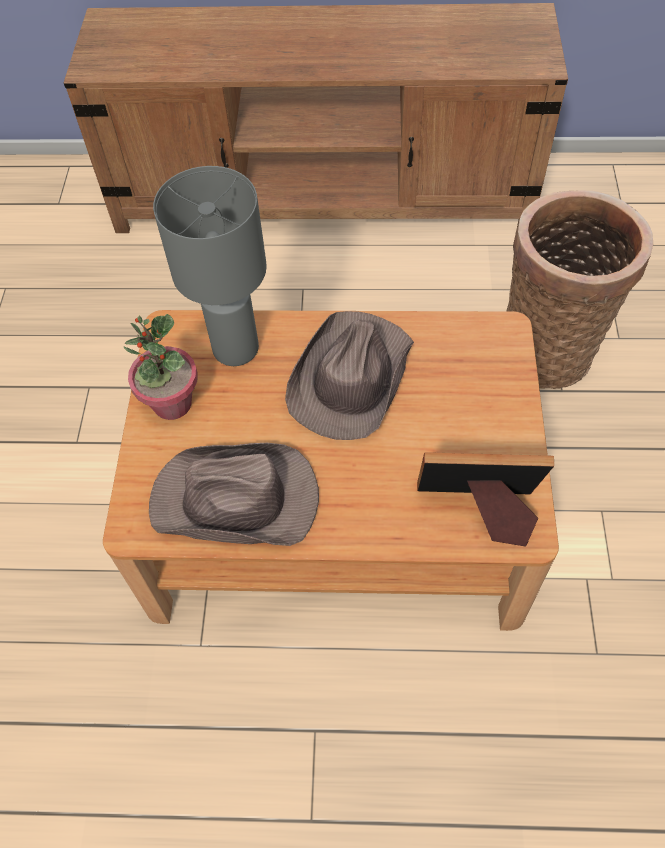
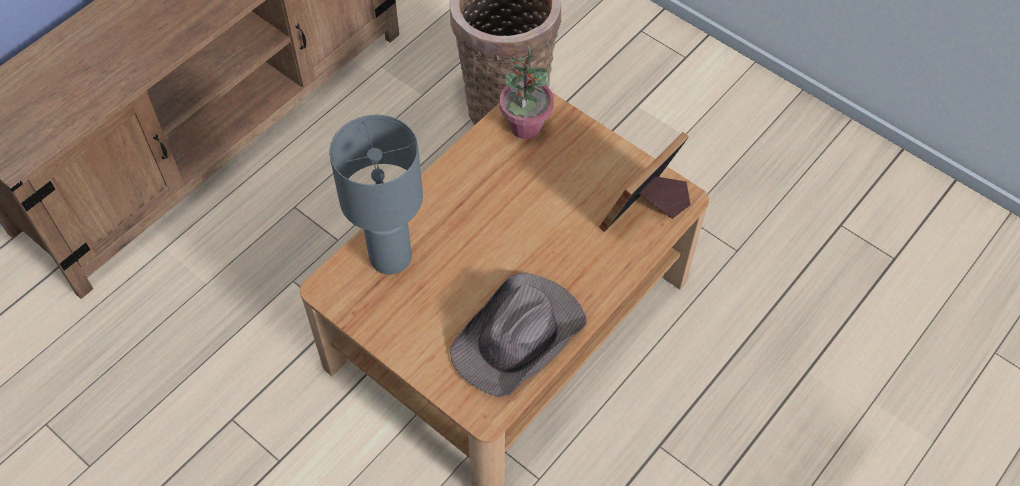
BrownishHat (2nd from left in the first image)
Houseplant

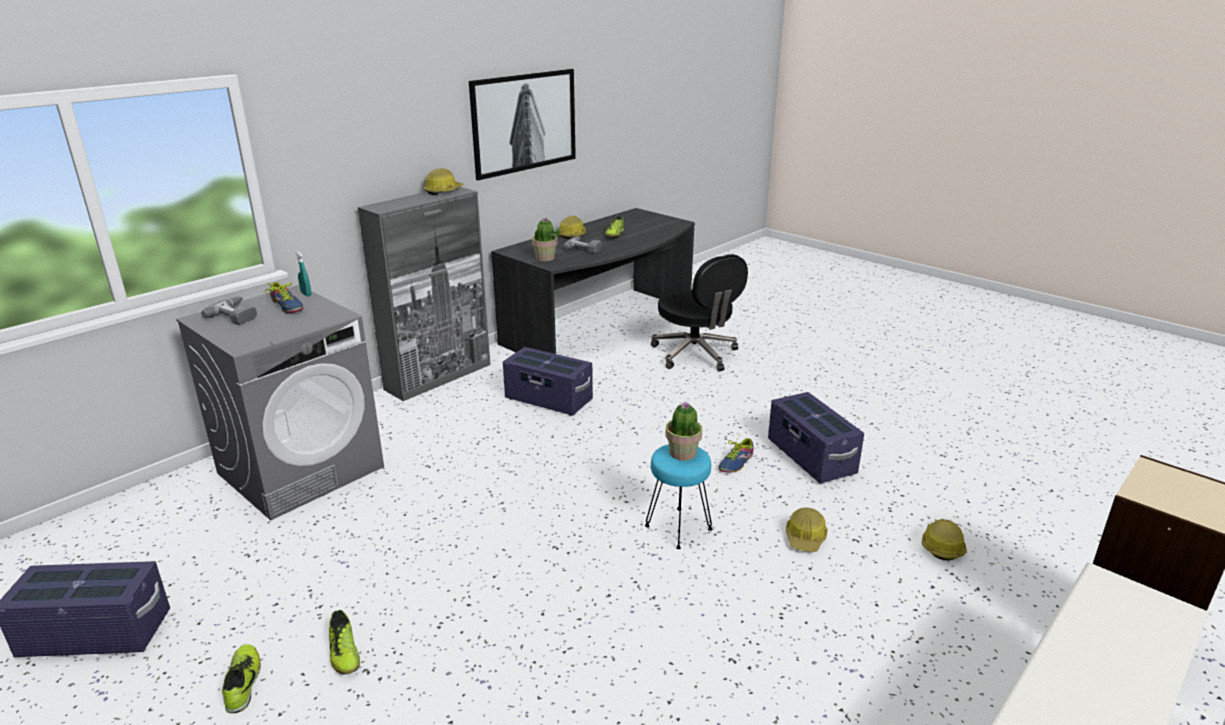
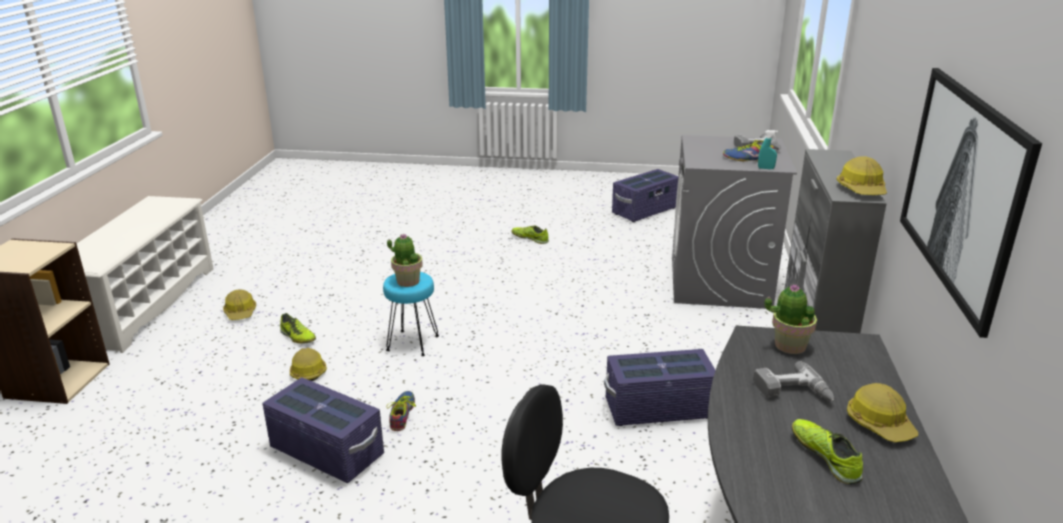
LowShoe (1st from left)
HardHat (1st from left)

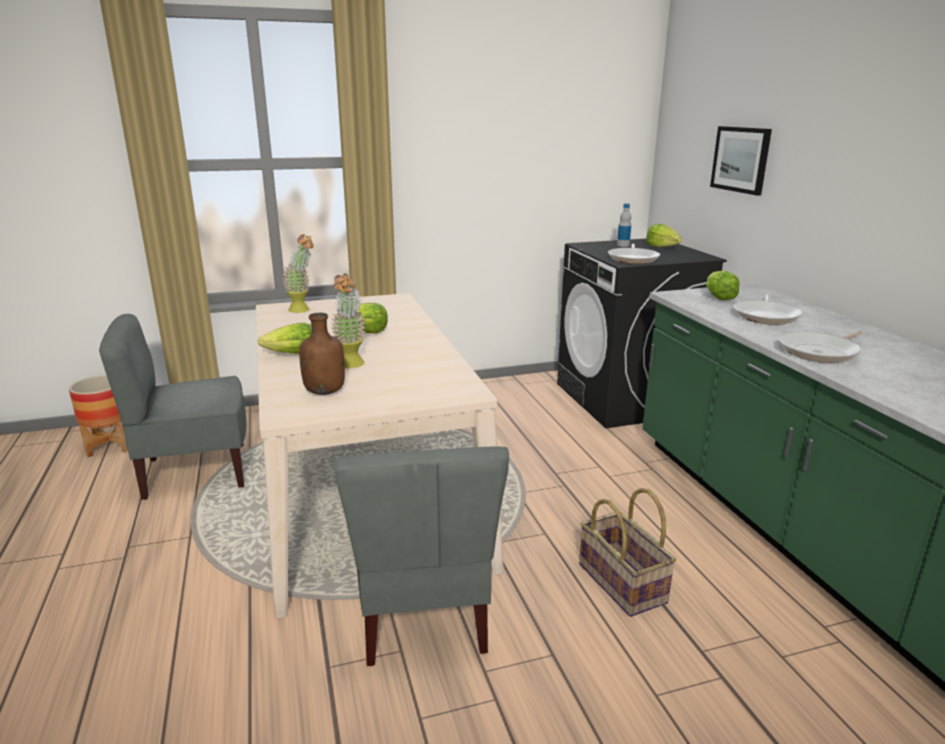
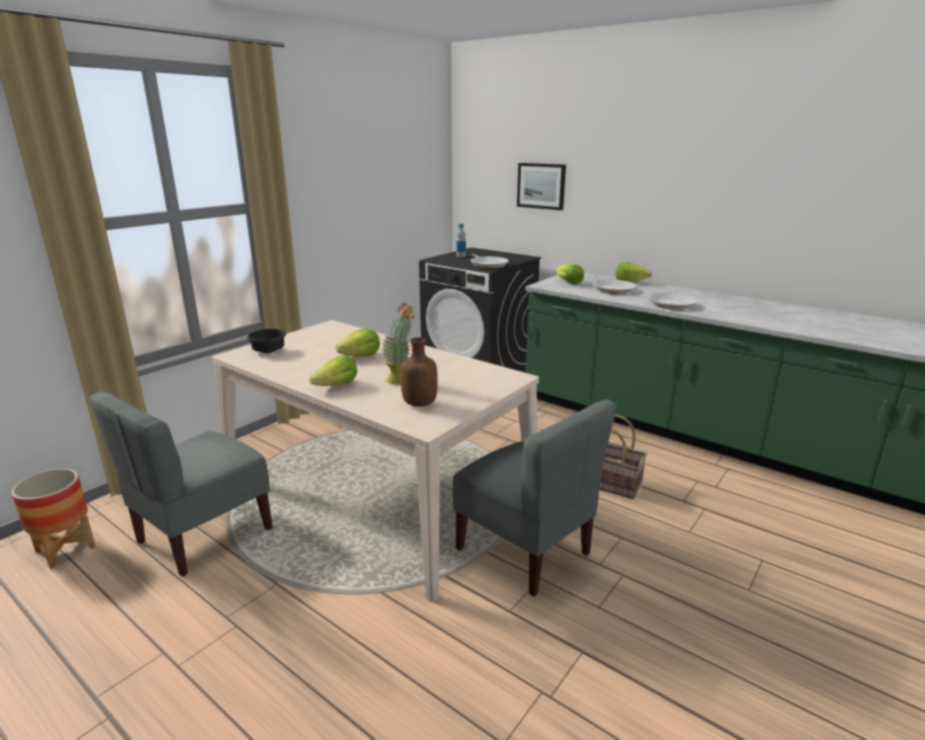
LettuceHead (4th from left)
BlackDeepDish

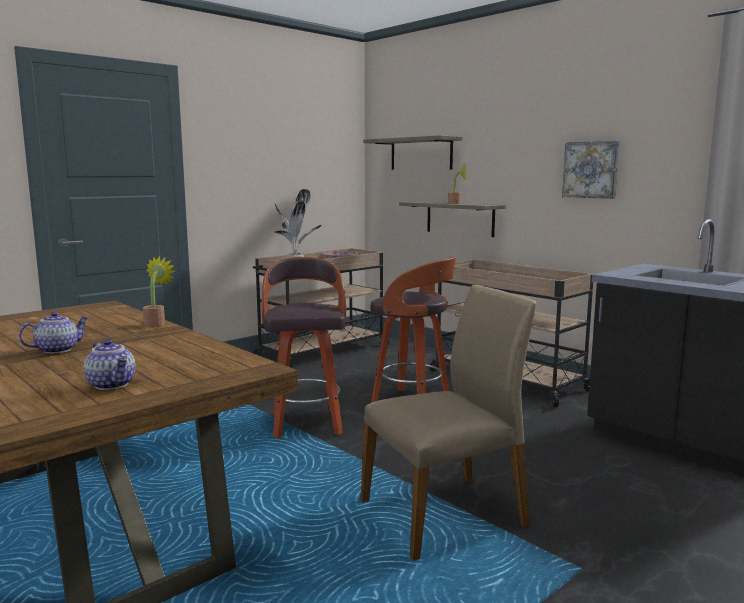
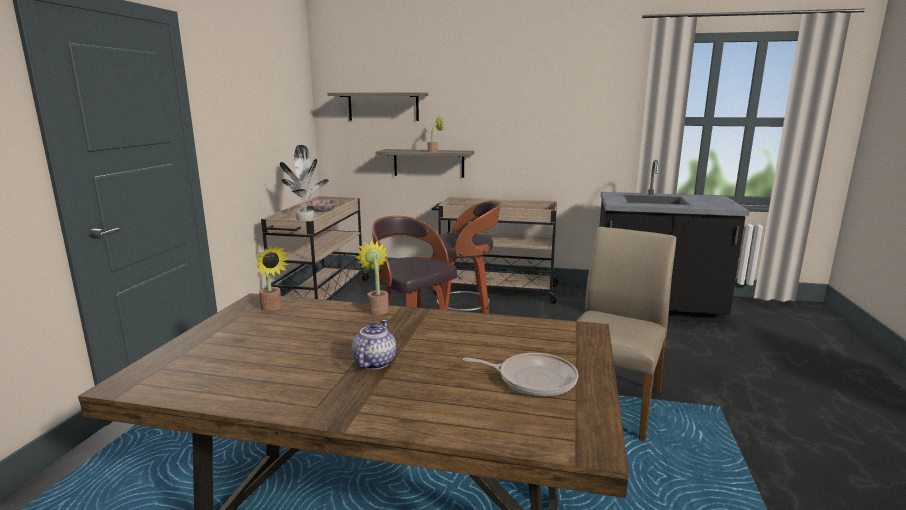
WallPicture
Houseplant (1st from left)
Skillet

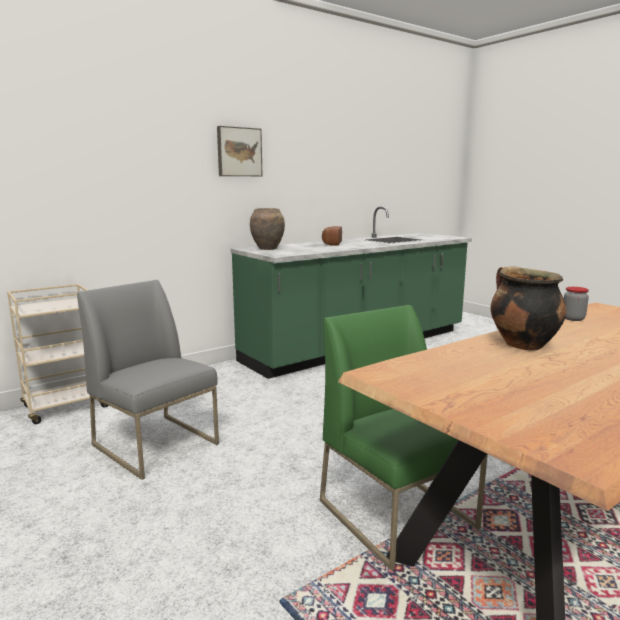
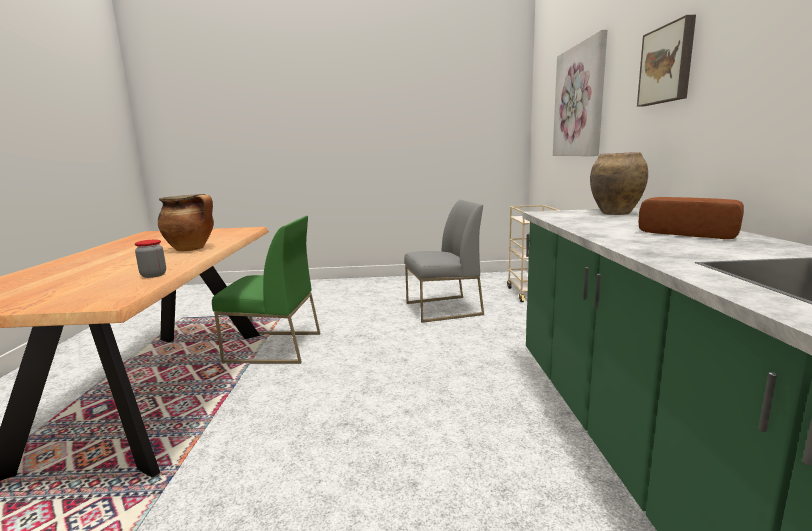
WallPicture (1st from left)

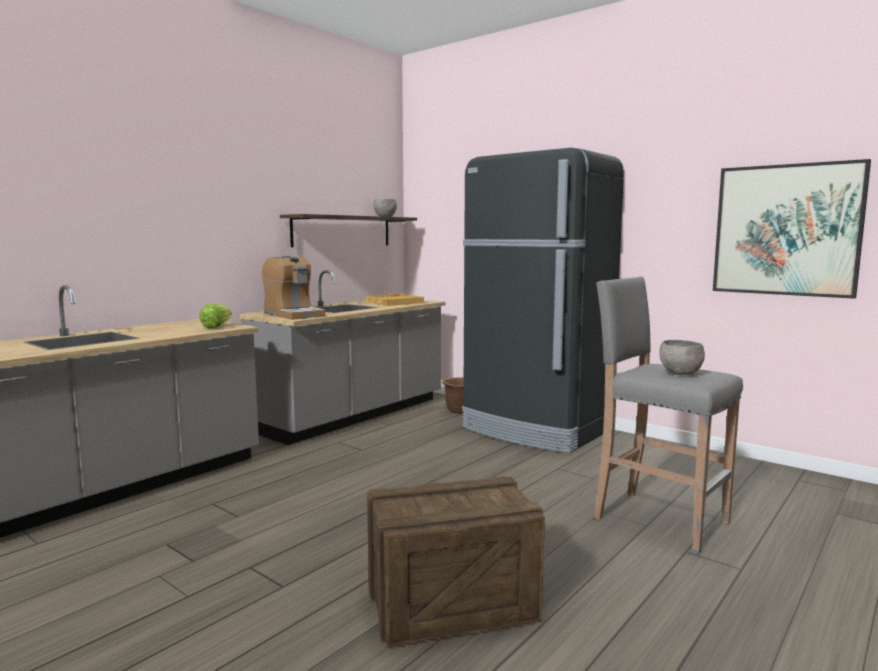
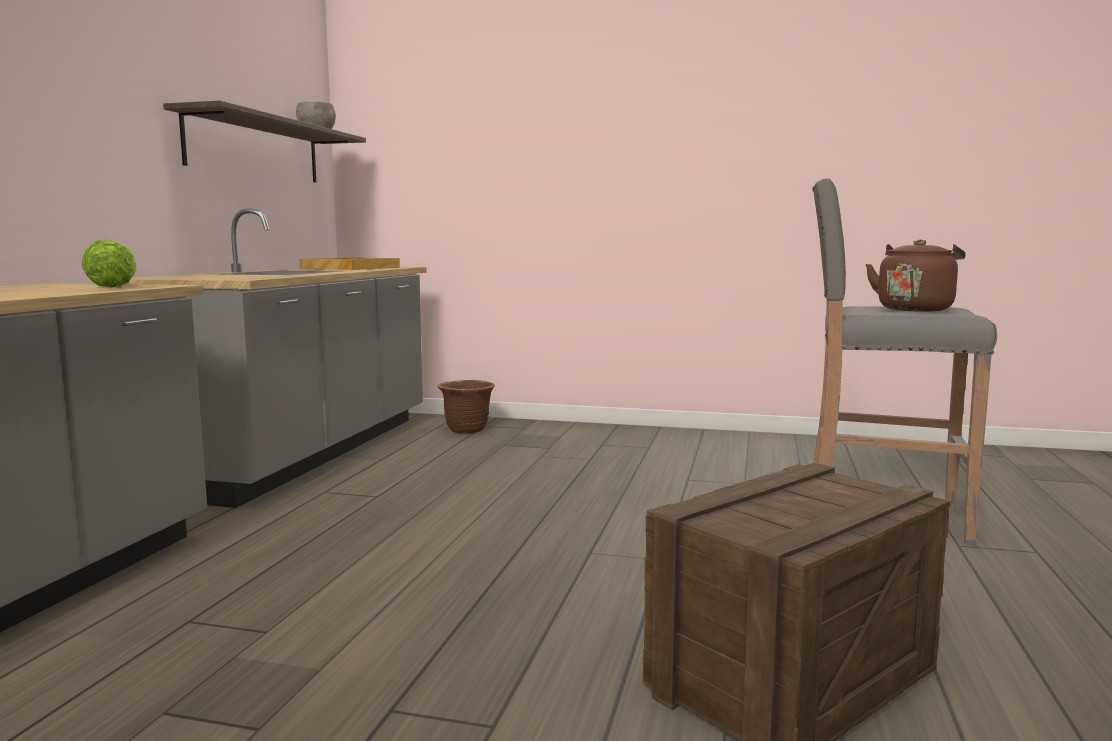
CoffeeBrewer
BlackRefrigerator
WallPicture
BrownishKettle

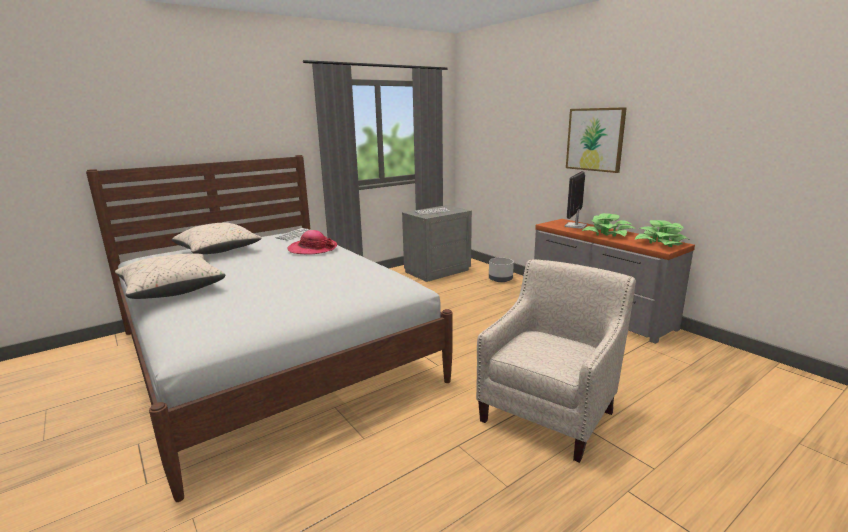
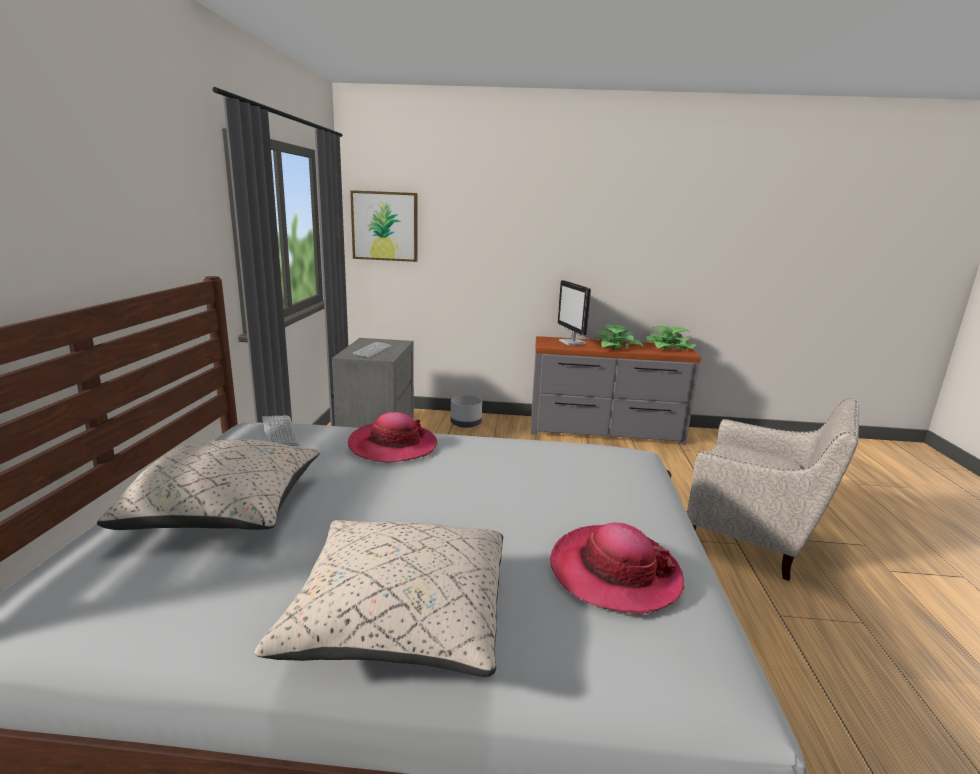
Hat (2nd from left)
WallPicture
BeigeArmchair

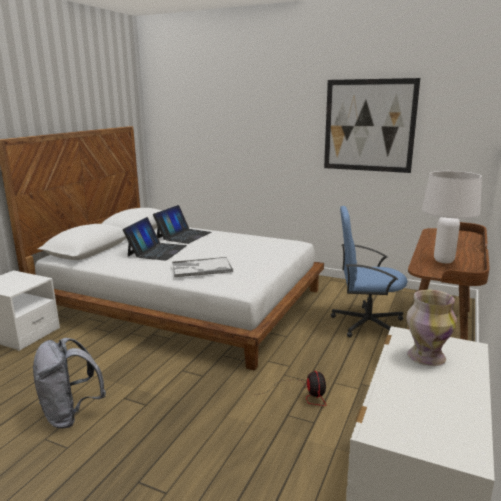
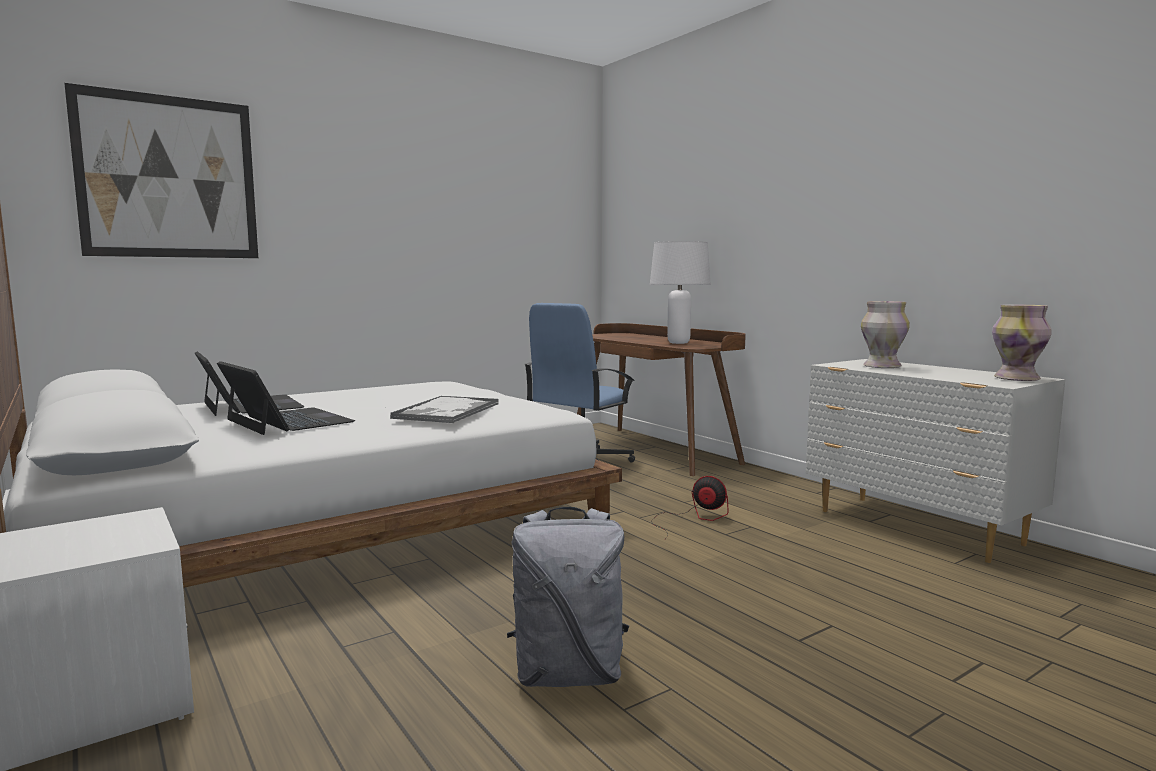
DecorativeVase (2nd from left)
WallPicture

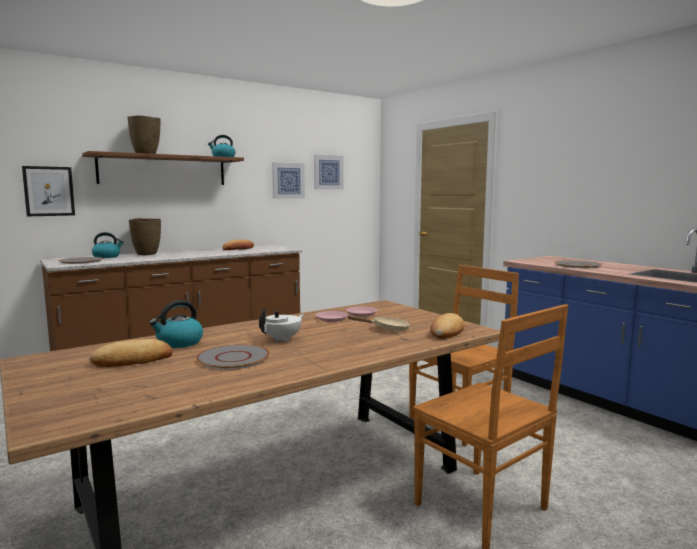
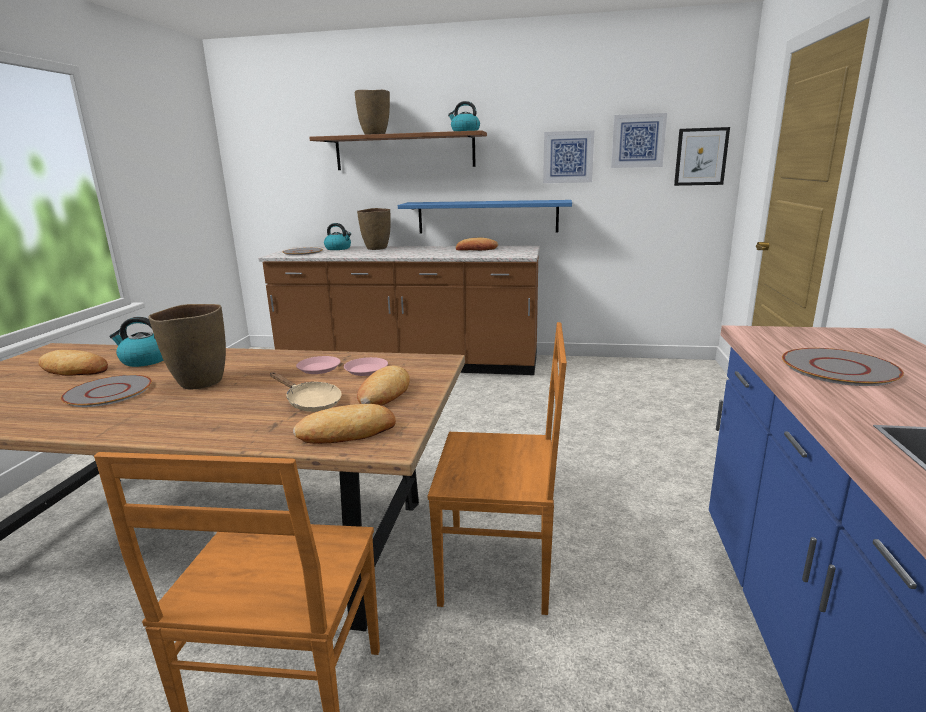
BakeryBread (3rd from left)
BlueColouredShelf
WallPicture (3rd from left)
BrownishDecorativeVase (1st from left)

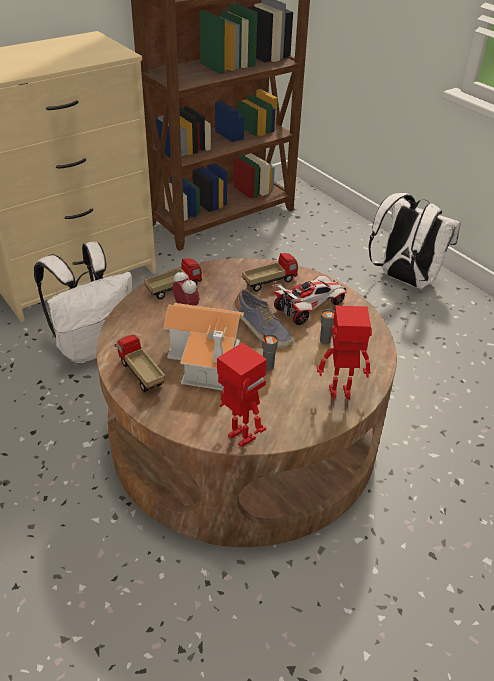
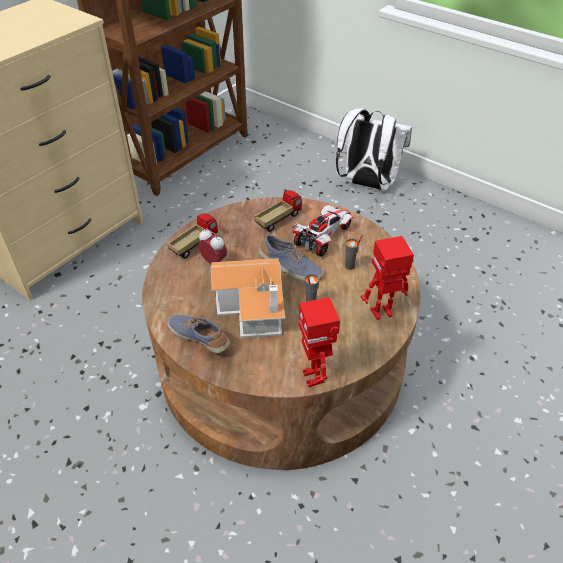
WhiteBackpack (1st from left in the first image)
LowShoe (1st from left)
ToyRobot (1st from left)

